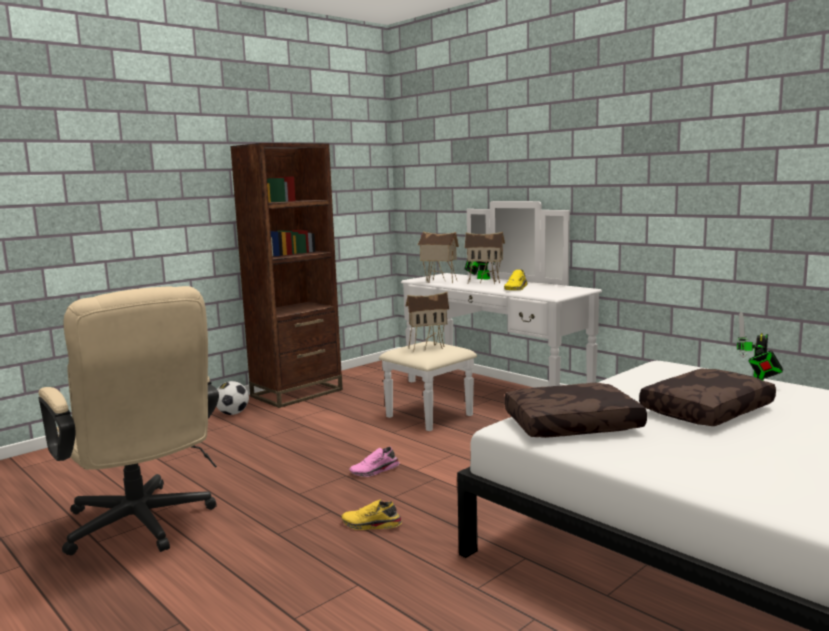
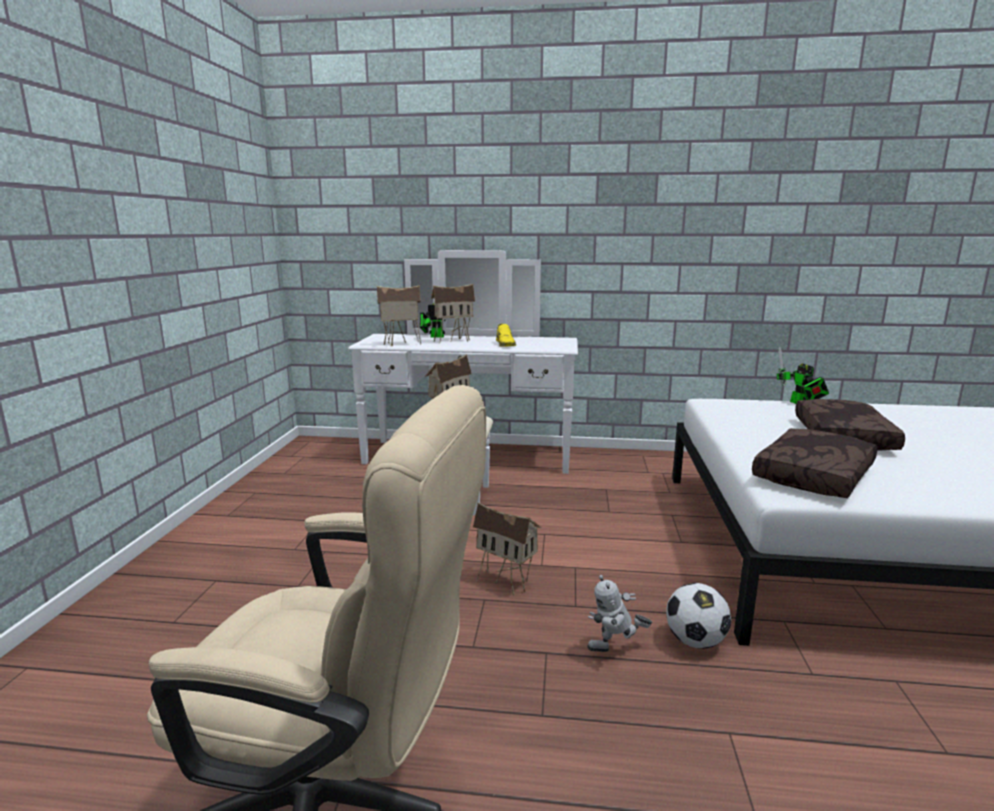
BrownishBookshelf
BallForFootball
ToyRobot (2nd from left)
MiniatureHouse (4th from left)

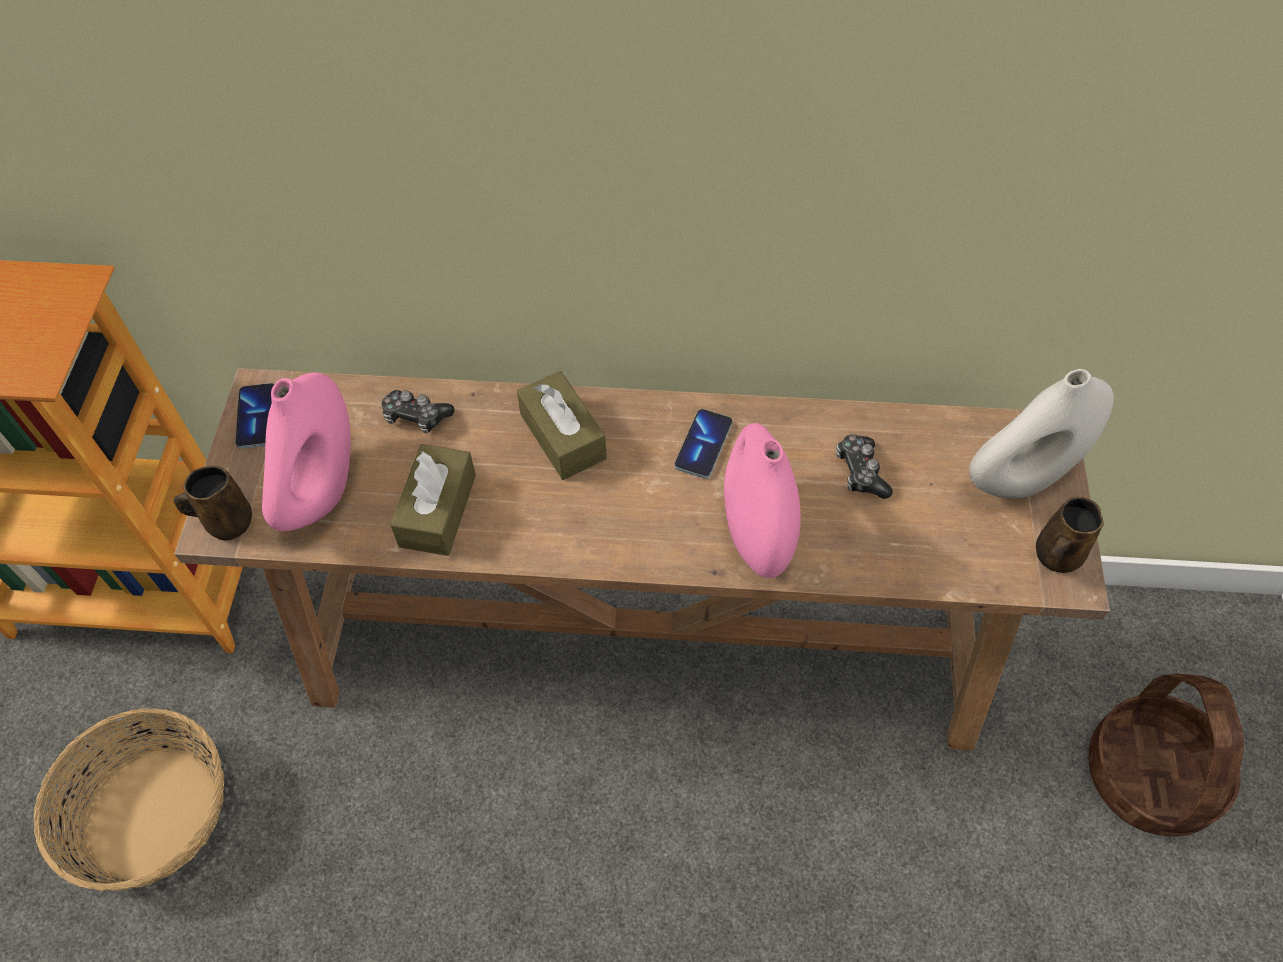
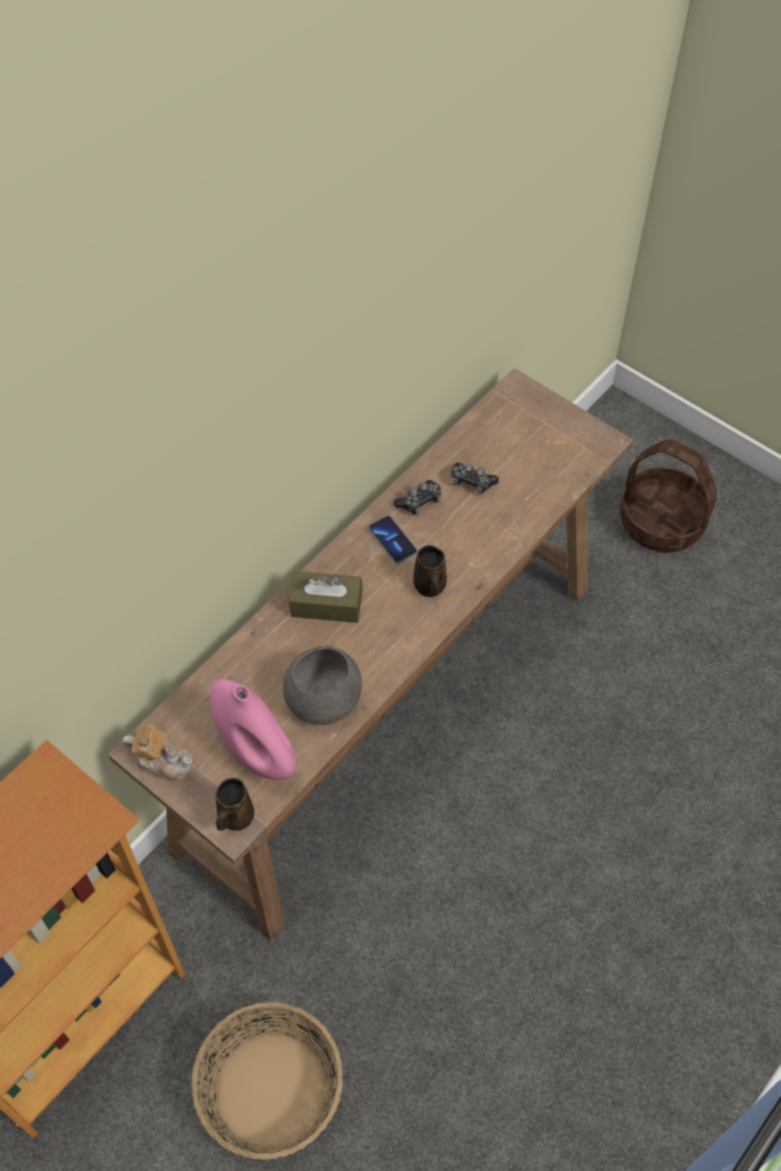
PinkDecorativeVase (2nd from left in the first image)
WhiteDecorativeVase
Joypad (1st from left)
BrownishMug (2nd from left)
Teapot
GreyDeepDish

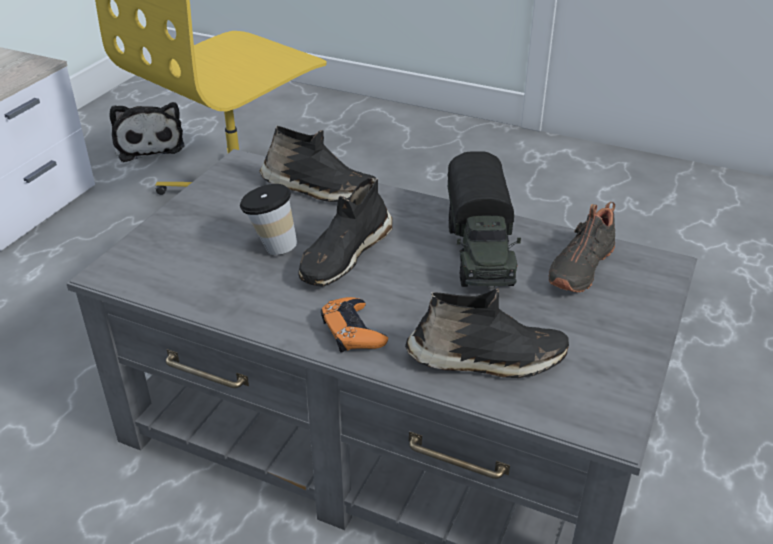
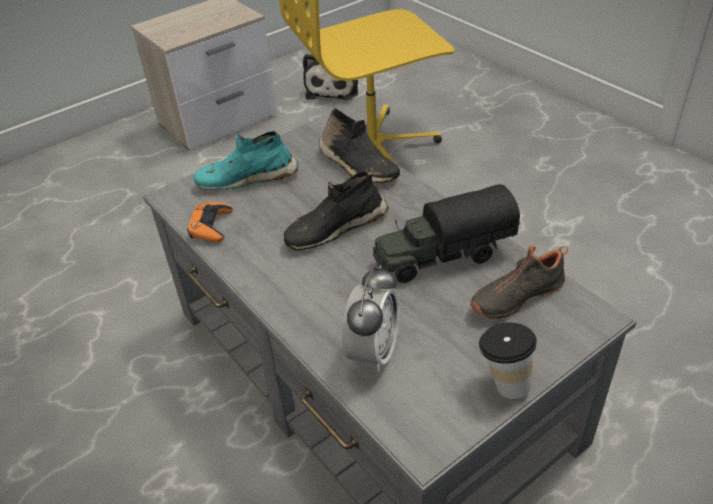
TurquoiseLowShoe
DrinkingCup
OrangeJoypad
TableClock
ToyTruck

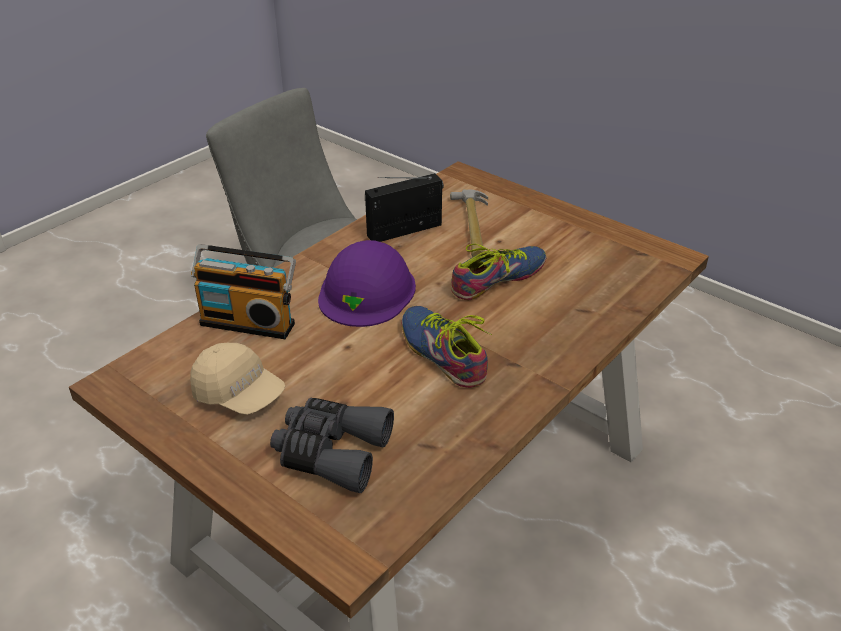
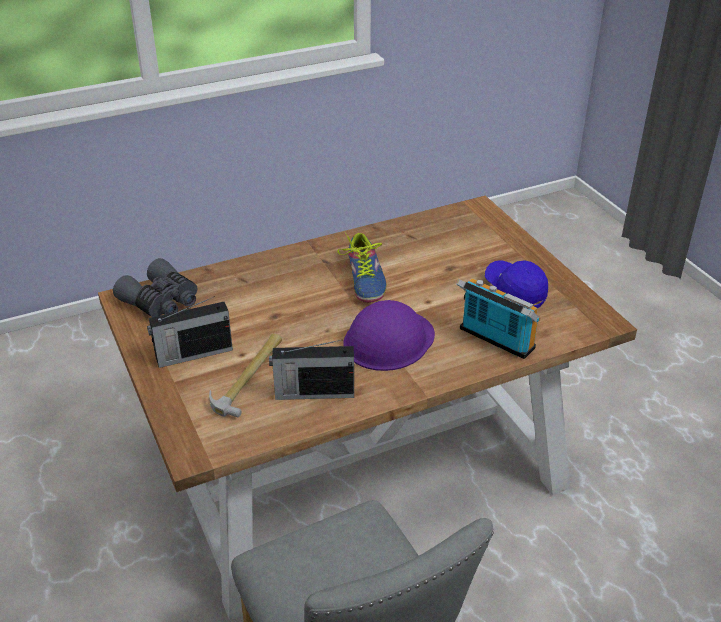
LowShoe (2nd from left in the first image)
Radio (1st from left)
GreyPairOfBinoculars
BlueColouredBaseballCap

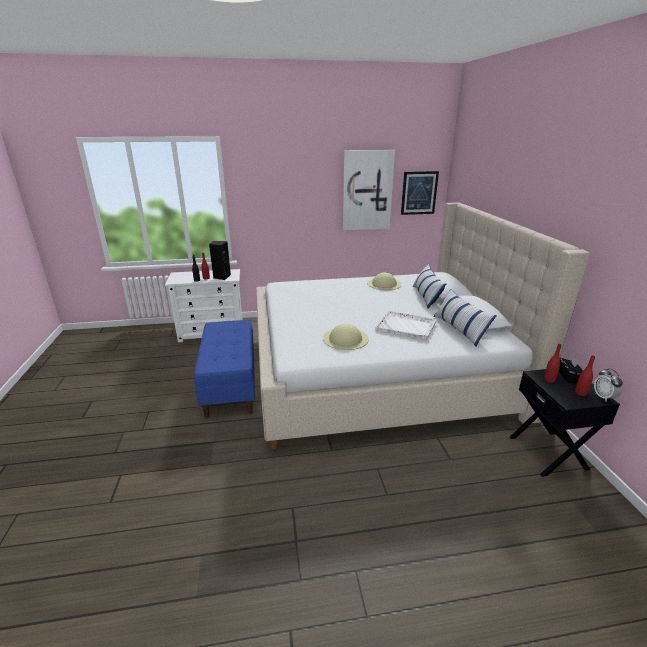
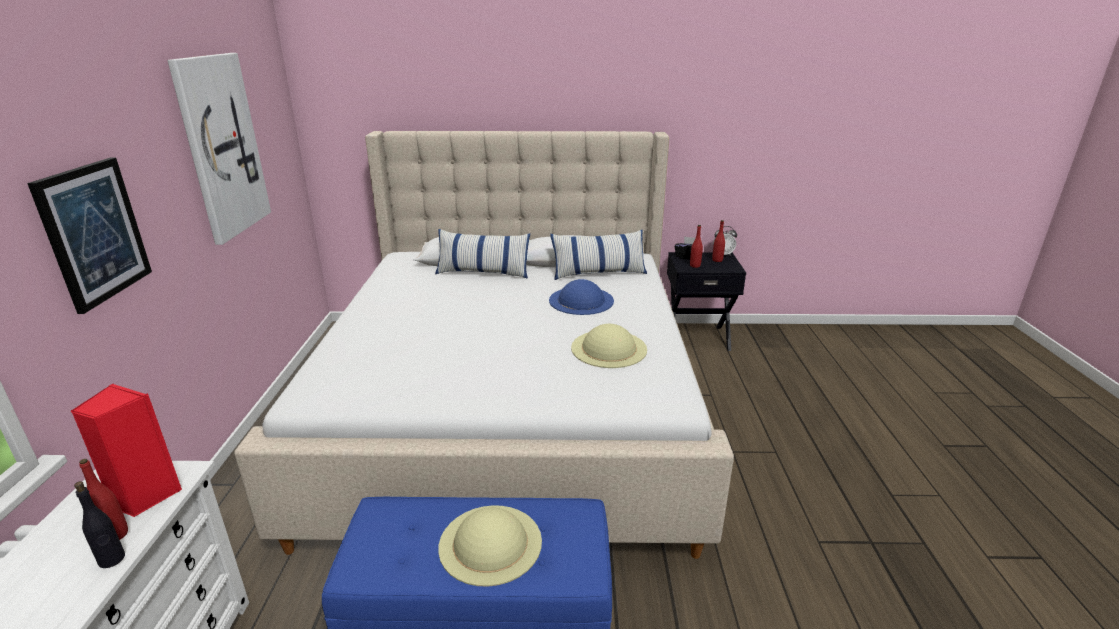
BeigeHat (1st from left)
WallPicture (1st from left)
BlueColouredHat
RedColouredLoudspeaker

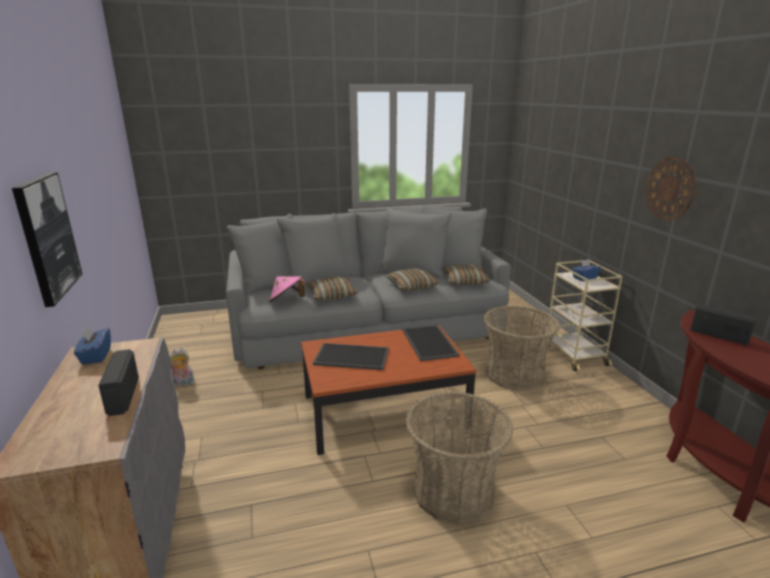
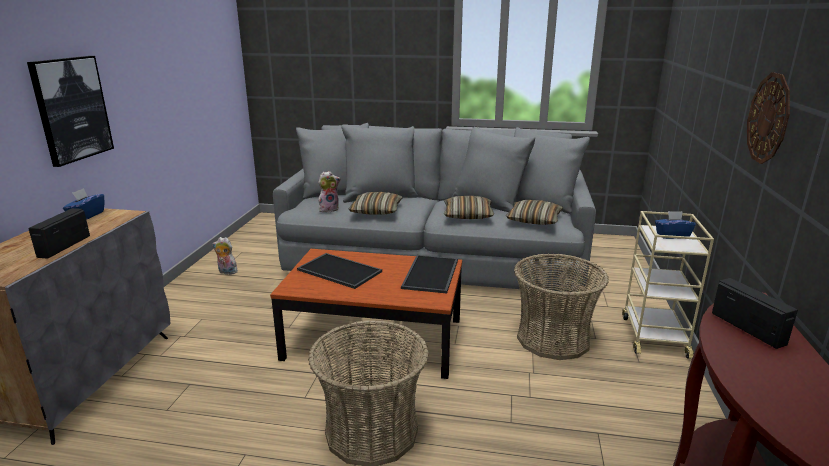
PlushToy (2nd from left)

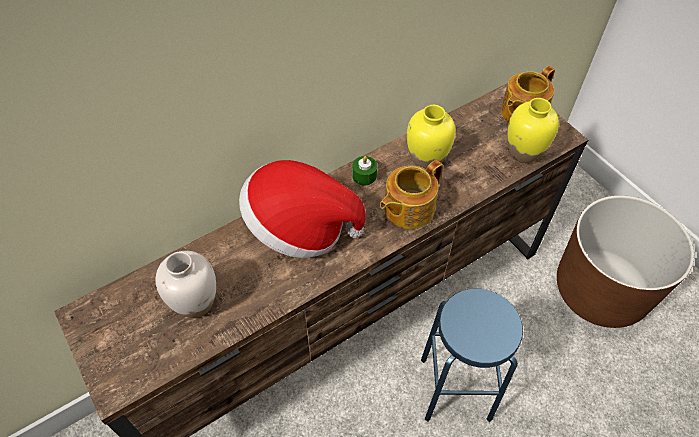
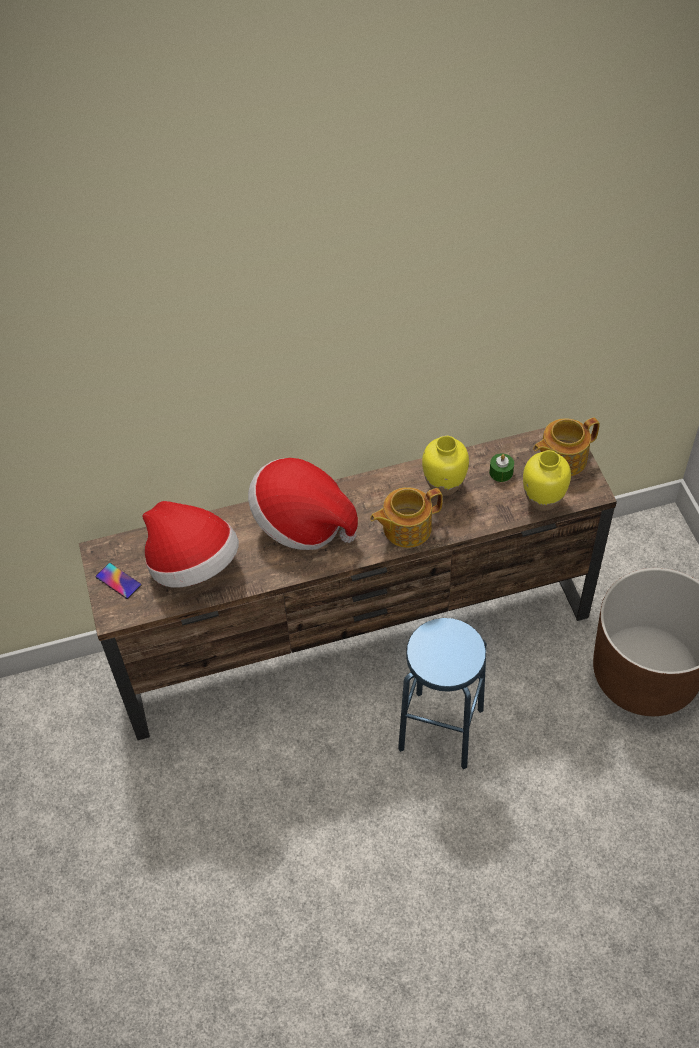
Handset
GreenColouredWaxLight
Hat (1st from left)

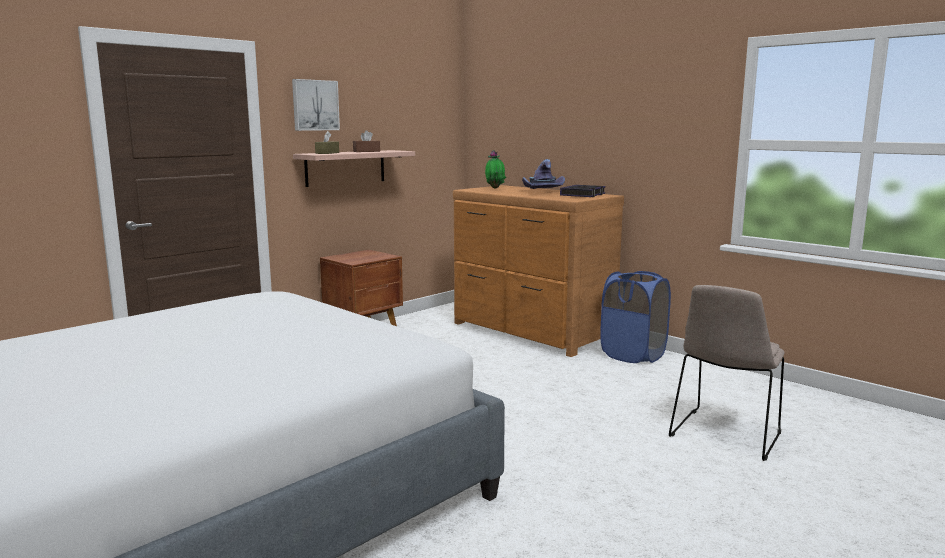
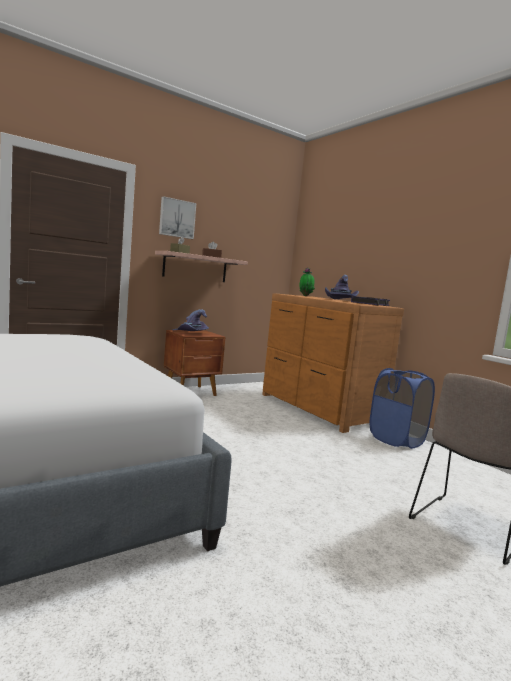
PurpleColouredHat (1st from left)

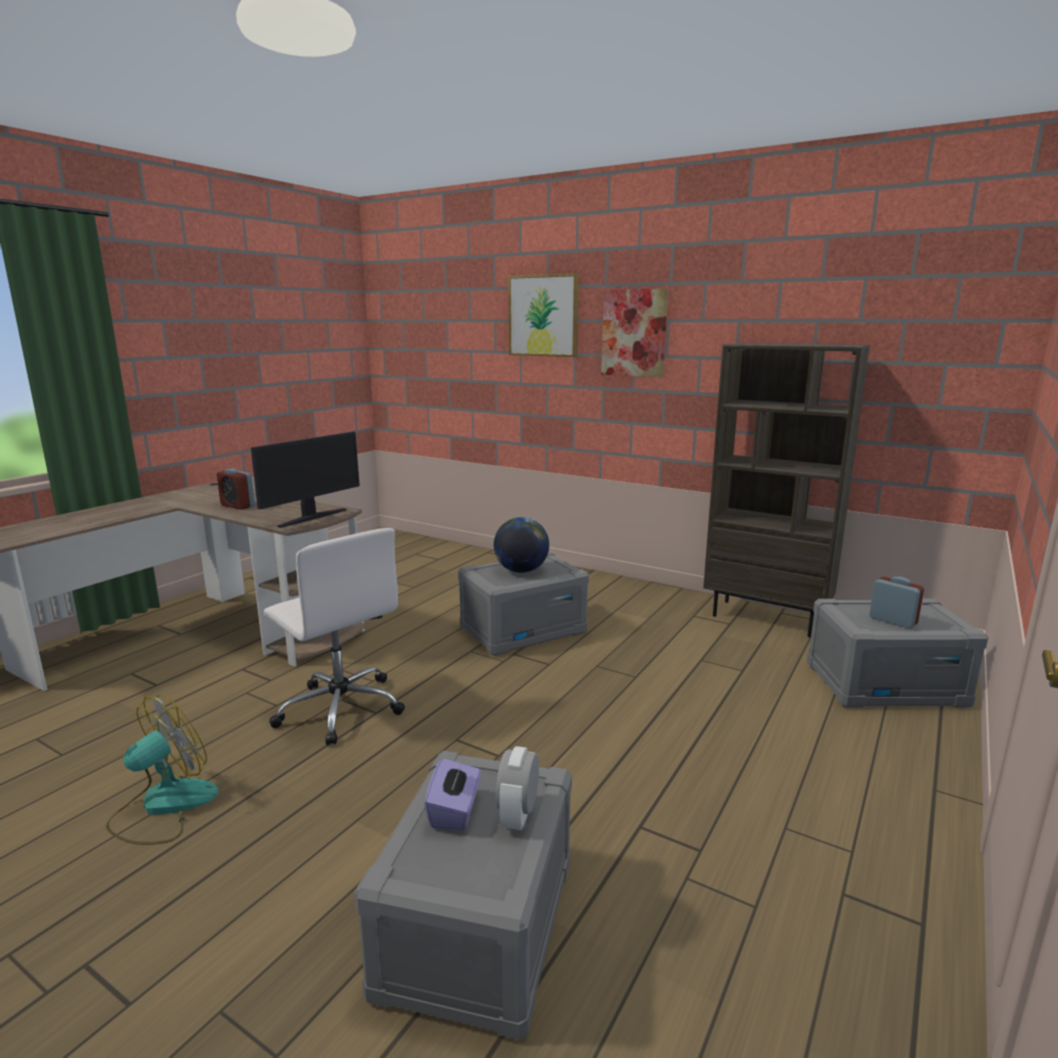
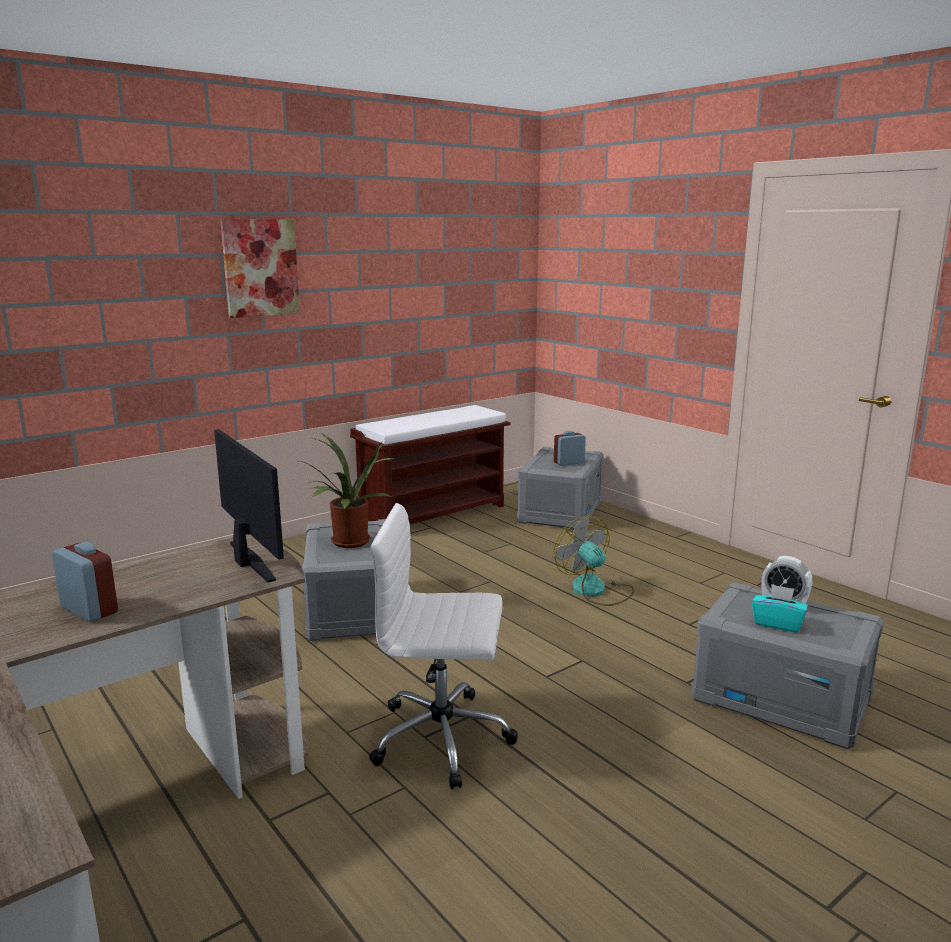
WallPicture (1st from left in the first image)
ElectricFan
Houseplant
BrownishIndoorBench
TurquoiseTissueBox
TableClock (1st from left)
WhiteComputerChair

